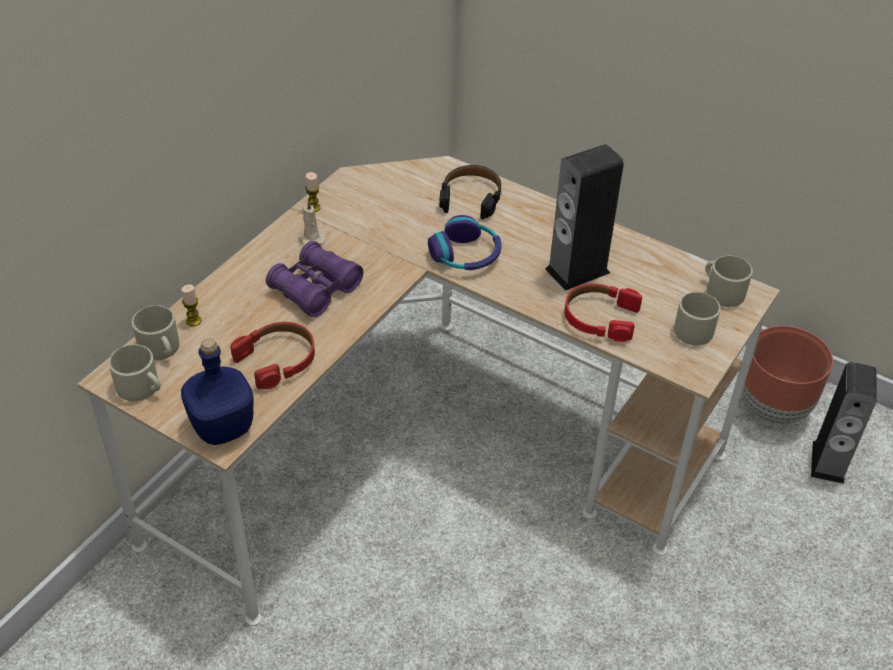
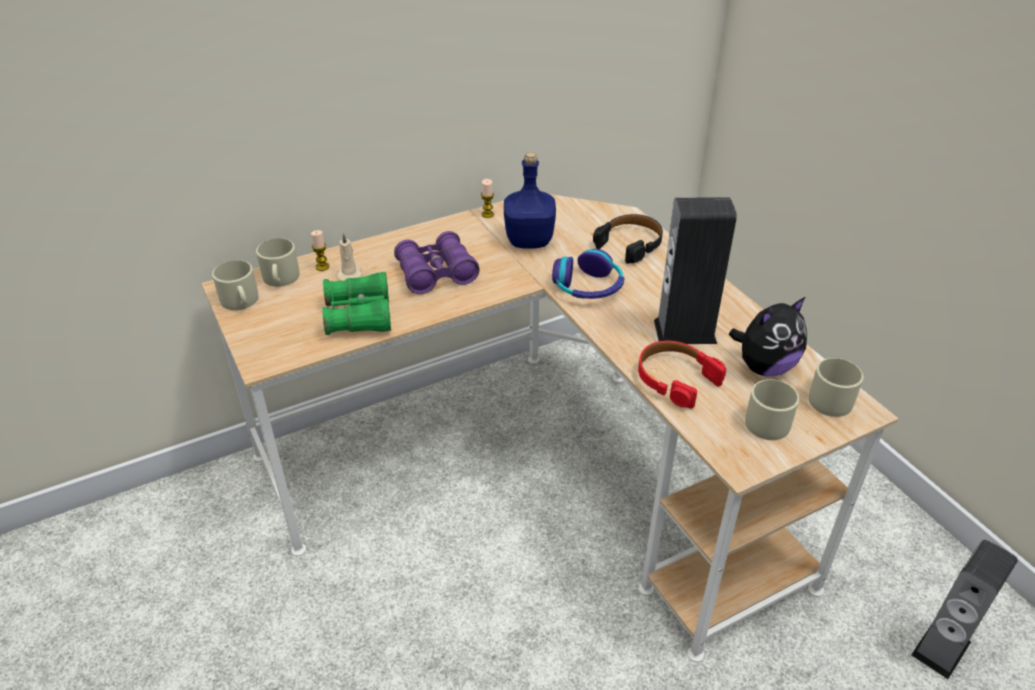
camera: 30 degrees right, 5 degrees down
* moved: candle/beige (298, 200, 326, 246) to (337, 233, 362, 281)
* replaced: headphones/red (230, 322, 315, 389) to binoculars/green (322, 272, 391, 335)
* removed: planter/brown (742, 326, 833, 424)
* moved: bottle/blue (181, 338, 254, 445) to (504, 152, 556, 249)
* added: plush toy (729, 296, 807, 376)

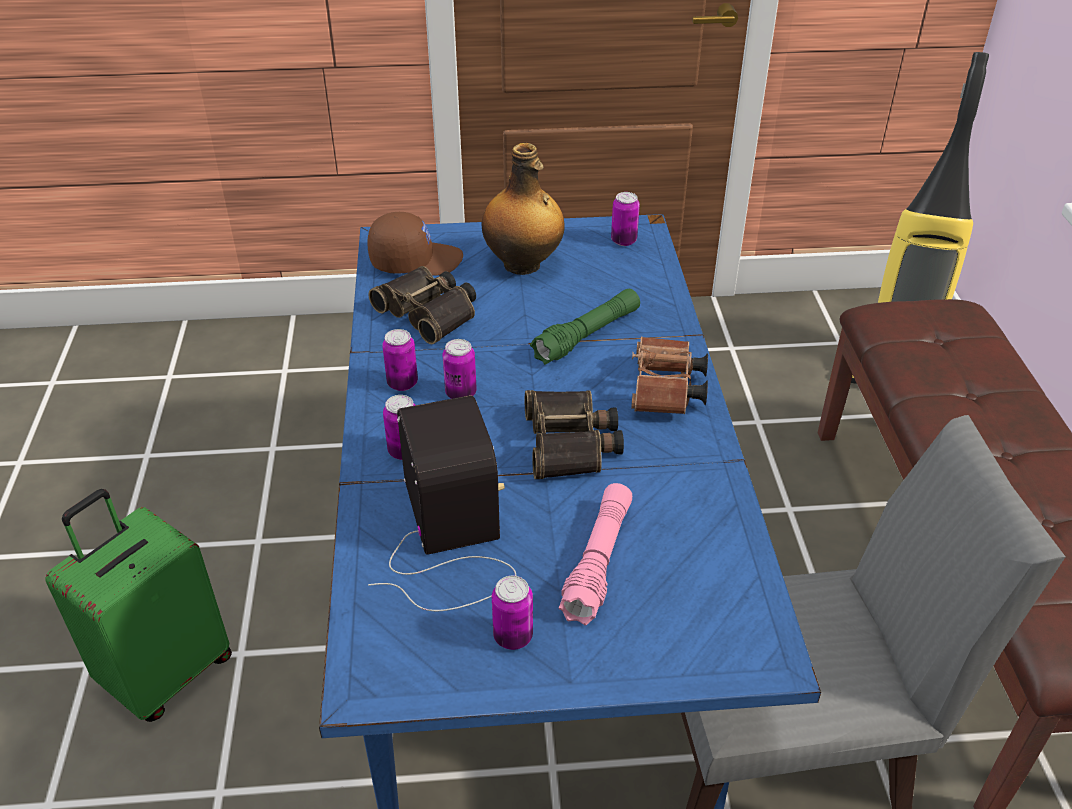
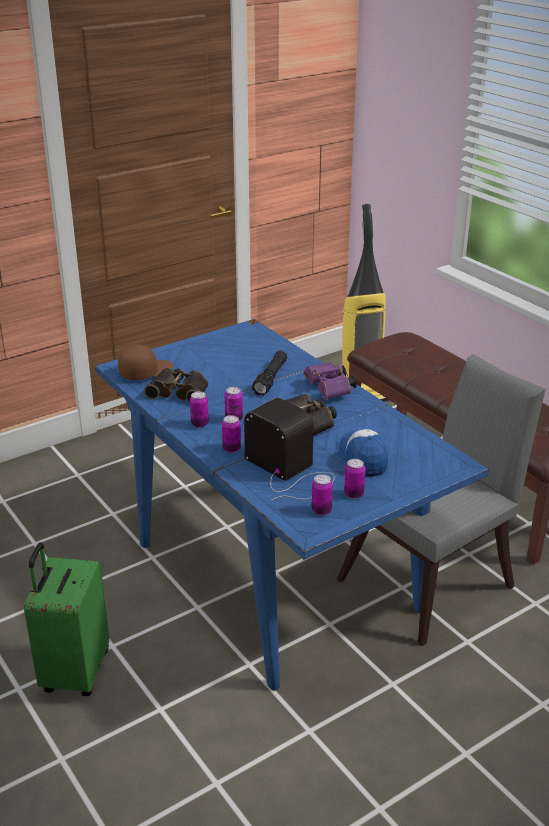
camera: 30 degrees left, 10 degrees down
* removed: bottle (482, 143, 565, 275)
* moved: can (611, 192, 640, 246) to (311, 474, 333, 515)
* recoloured: flashlight/green (530, 289, 640, 365) to flashlight/black (252, 351, 287, 396)
* recoloured: binoculars/brown (631, 336, 708, 414) to binoculars/purple (303, 362, 357, 400)
* replaced: flashlight/pink (559, 483, 632, 625) to cap (339, 429, 388, 477)

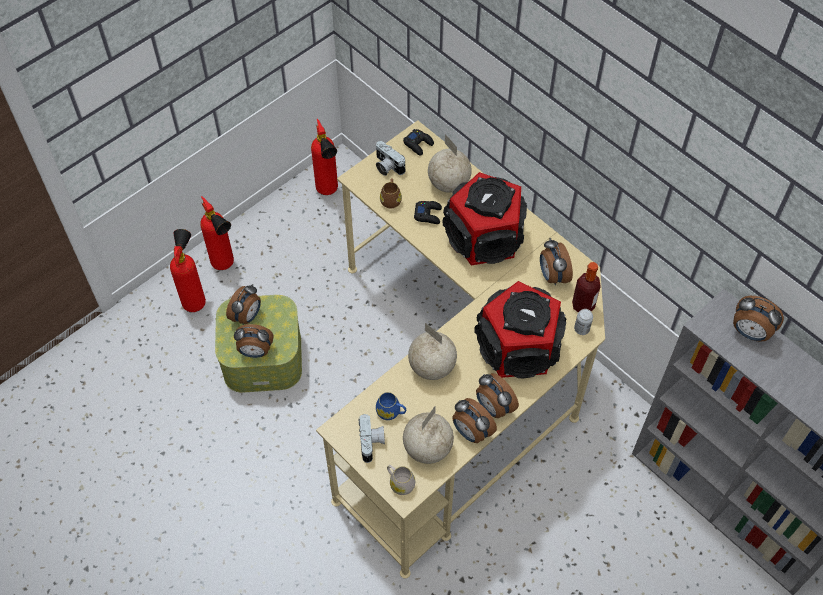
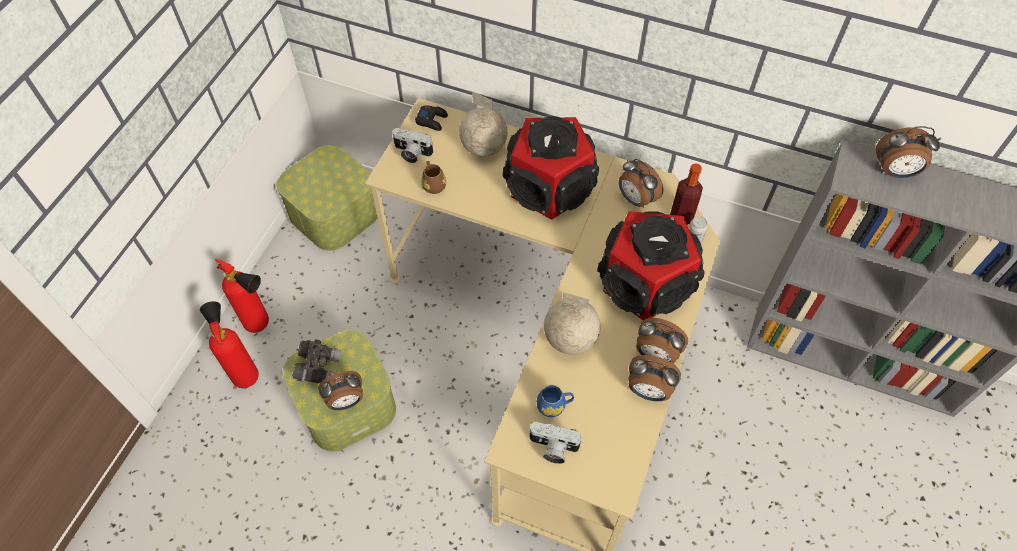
camera: 25 degrees left, 0 degrees up
* replaced: fire extinguisher (311, 119, 338, 195) to storage box (276, 145, 378, 251)
* removed: game controller/black (414, 201, 442, 224)
* replaced: alarm clock (226, 285, 261, 325) to binoculars/grey (292, 339, 341, 383)
* removed: globe (403, 405, 454, 464)
* turned: photo camera (358, 414, 385, 463) = (528, 422, 583, 464) 135 degrees clockwise
* removed: mug/white (387, 465, 415, 495)

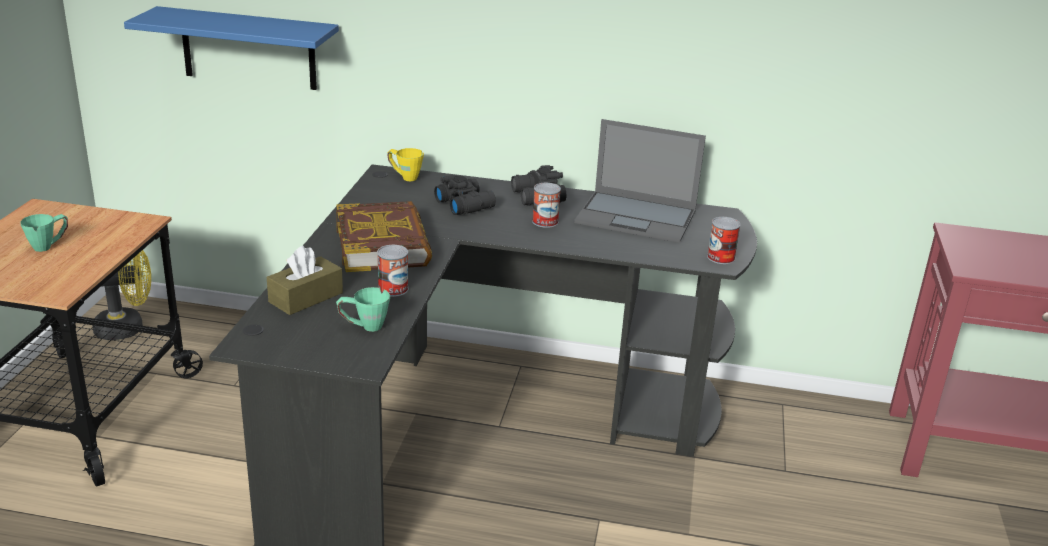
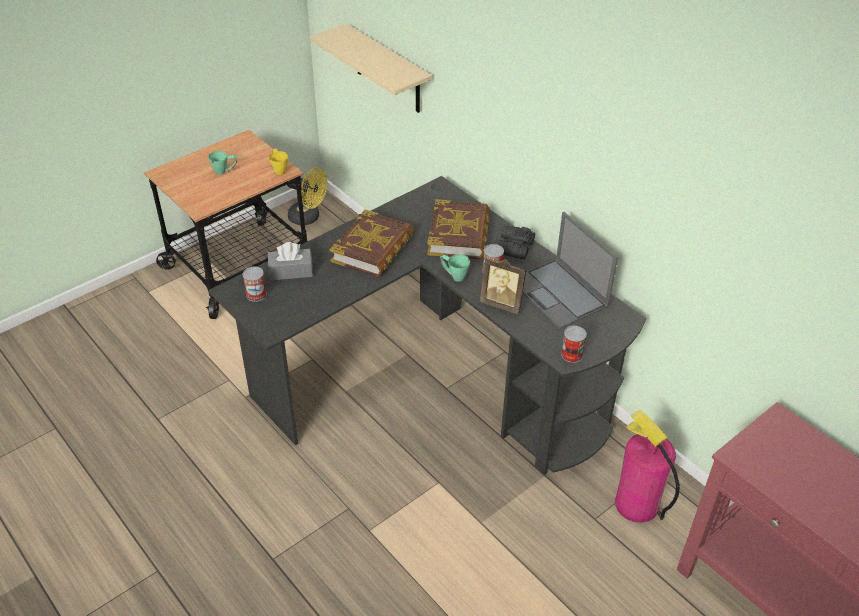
camera: 40 degrees right, 15 degrees up
* recoloured: shelf/blue (124, 6, 339, 90) to shelf/beige (310, 23, 432, 113)
* moved: mug/yellow (387, 148, 424, 181) to (269, 149, 288, 175)
* replaced: binoculars/black (434, 175, 496, 215) to book (427, 199, 490, 259)
* moved: can (377, 245, 409, 297) to (243, 267, 267, 302)
* recoloured: tissue box/brown (267, 246, 343, 315) to tissue box/grey (268, 242, 313, 280)
* moved: mug/green (336, 287, 390, 332) to (440, 254, 470, 282)
* added: picture frame (480, 257, 526, 314)
* added: fire extinguisher (615, 410, 680, 523)

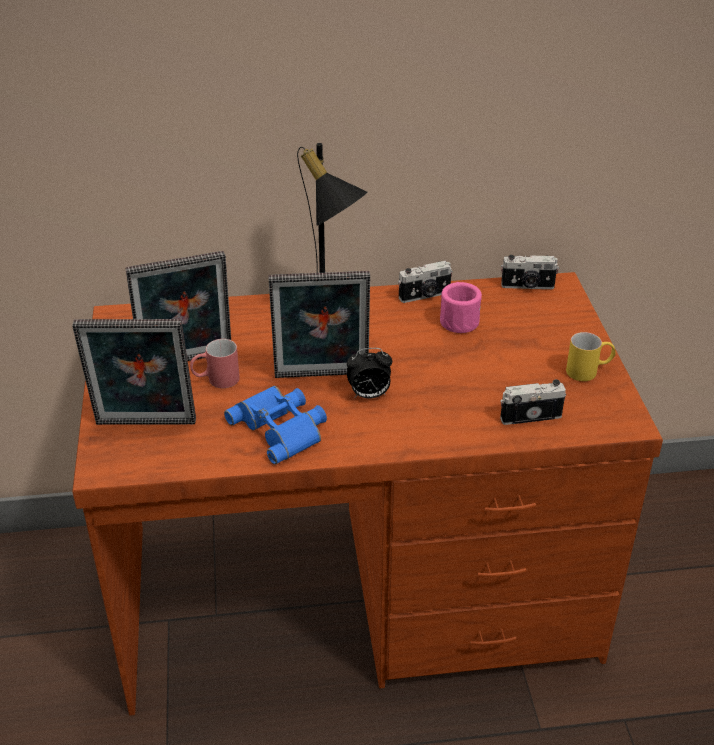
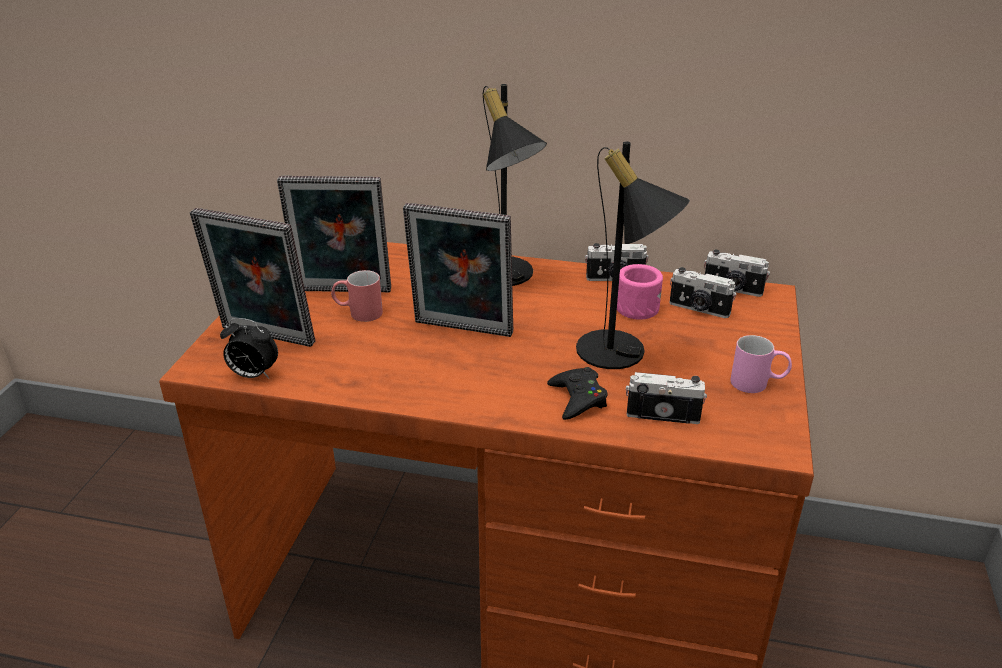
camera: 20 degrees right, 5 degrees down
* recoloured: mug/yellow (566, 332, 616, 381) to mug/pink (730, 335, 792, 393)
* moved: alarm clock (347, 348, 392, 398) to (220, 318, 278, 378)
* removed: binoculars/blue (224, 386, 327, 464)
* added: table lamp/black (576, 141, 690, 369)
* added: photo camera (670, 267, 736, 318)
* added: game controller/black (547, 367, 608, 420)

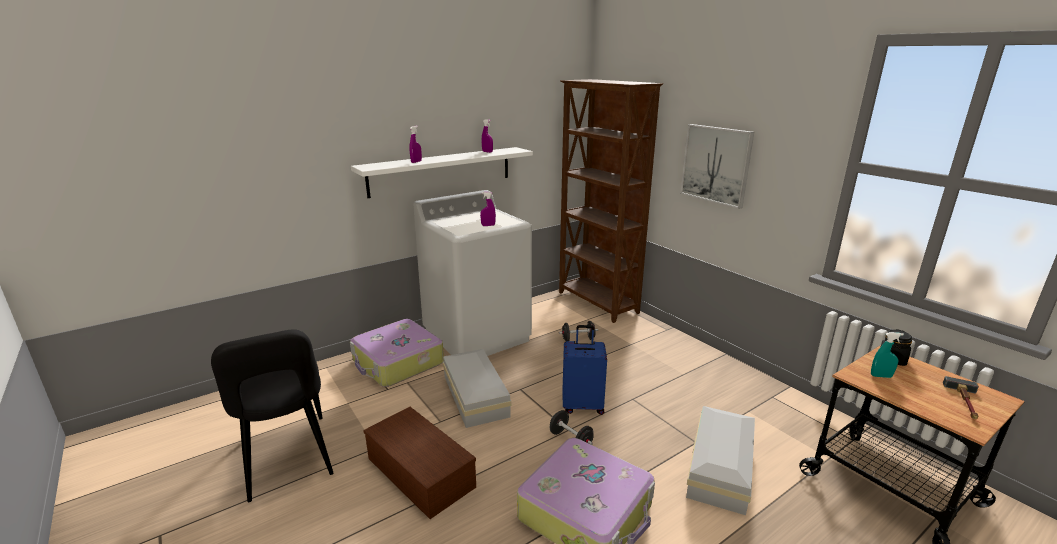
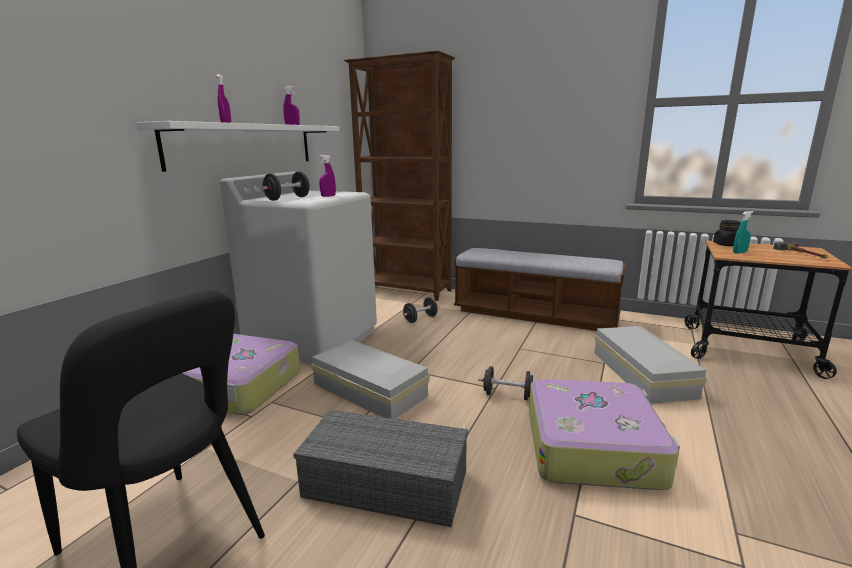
camera: 30 degrees left, 5 degrees down
* removed: picture (680, 124, 754, 209)
* removed: suitcase/blue (563, 325, 607, 415)
* recoloured: storage box/brown (363, 407, 476, 519) to storage box/grey (293, 410, 468, 527)
* added: dumbbell/black (262, 172, 310, 201)
* added: bench (454, 248, 626, 331)

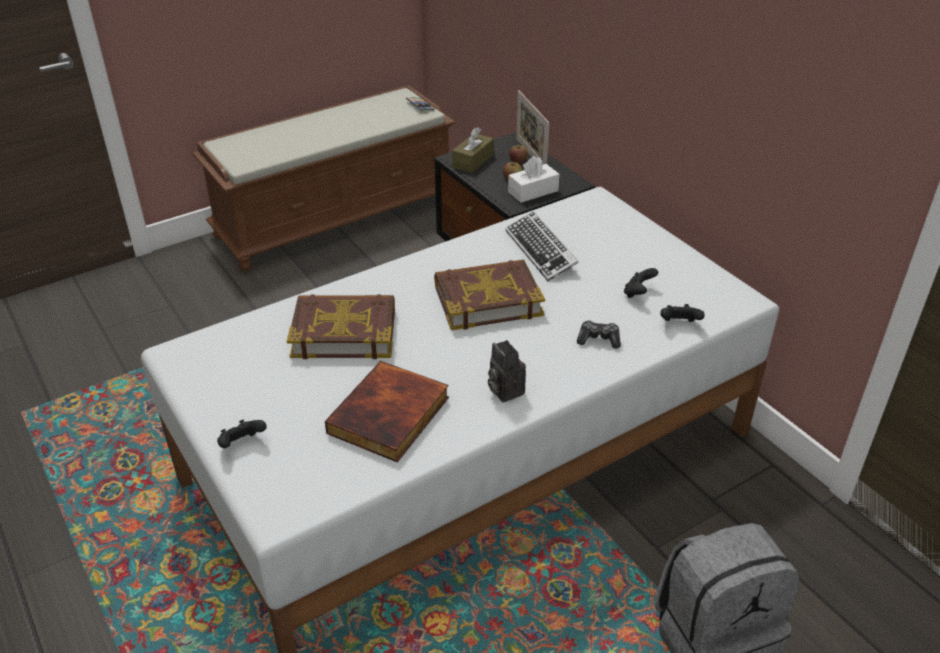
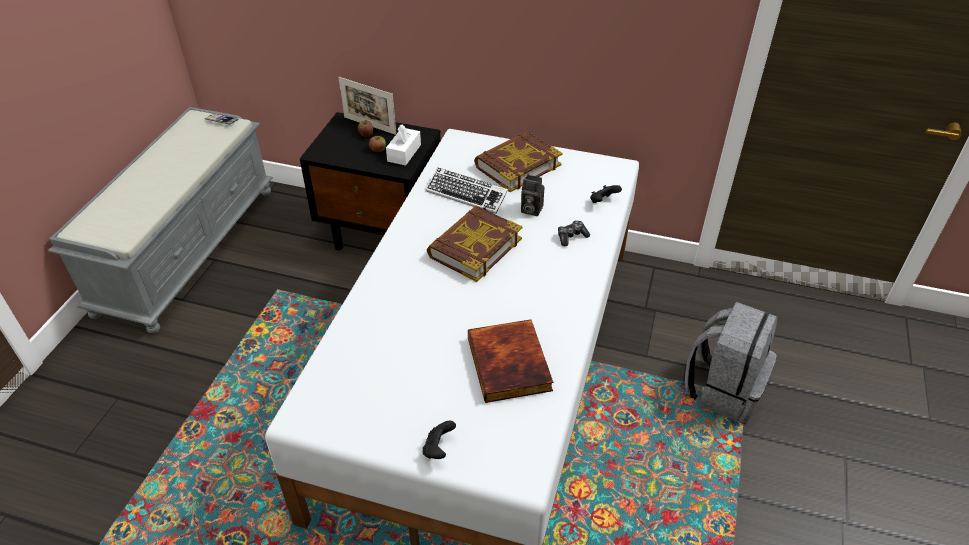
camera: 40 degrees left, 5 degrees up
* recoloured: bench/brown (192, 85, 456, 271) to bench/grey (48, 107, 273, 334)
* removed: tissue box/brown (452, 127, 494, 173)
* removed: game controller/black (624, 268, 658, 298)
* moved: book (287, 294, 395, 359) to (474, 131, 562, 192)
* moved: photo camera (488, 340, 526, 402) to (521, 174, 545, 216)

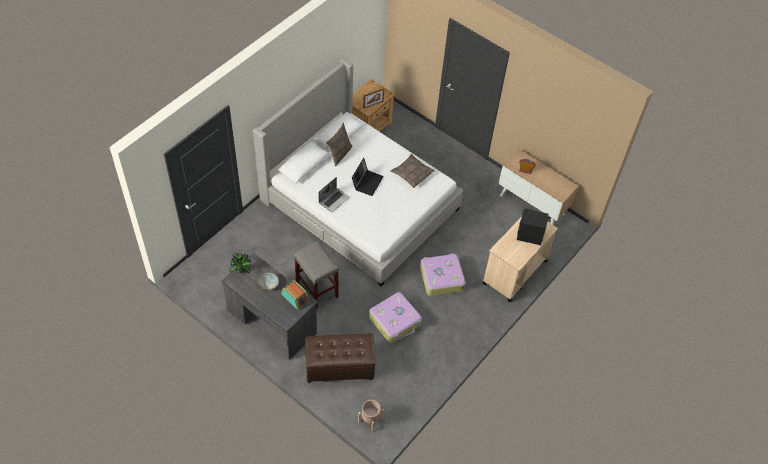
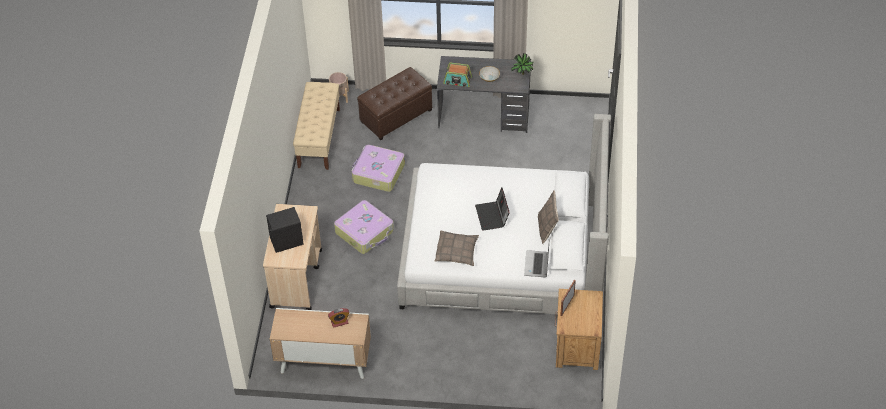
camera: 150 degrees right, 5 degrees down
* moved: laptop (319, 177, 349, 212) to (524, 245, 549, 277)
* removed: stool/grey (294, 241, 339, 309)
* added: bench/beige (293, 82, 340, 170)

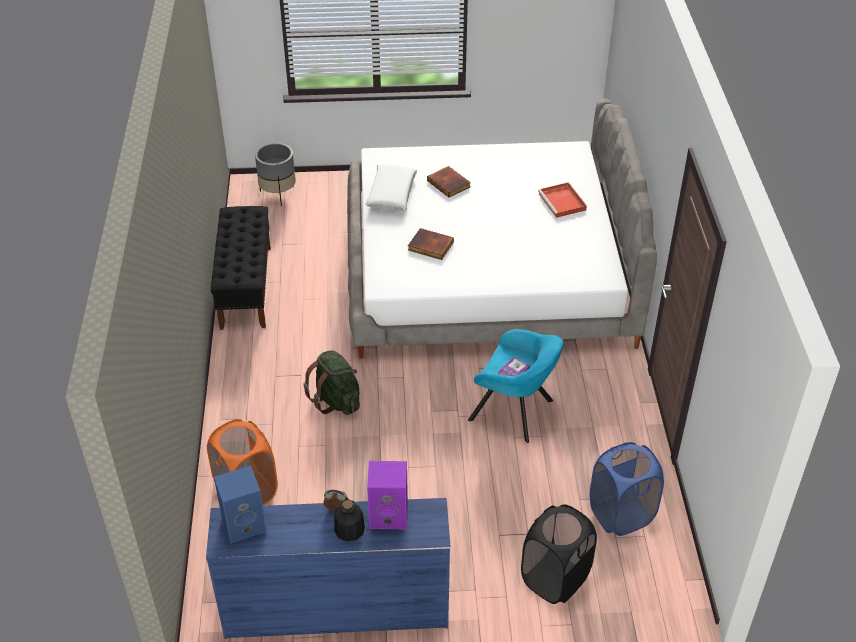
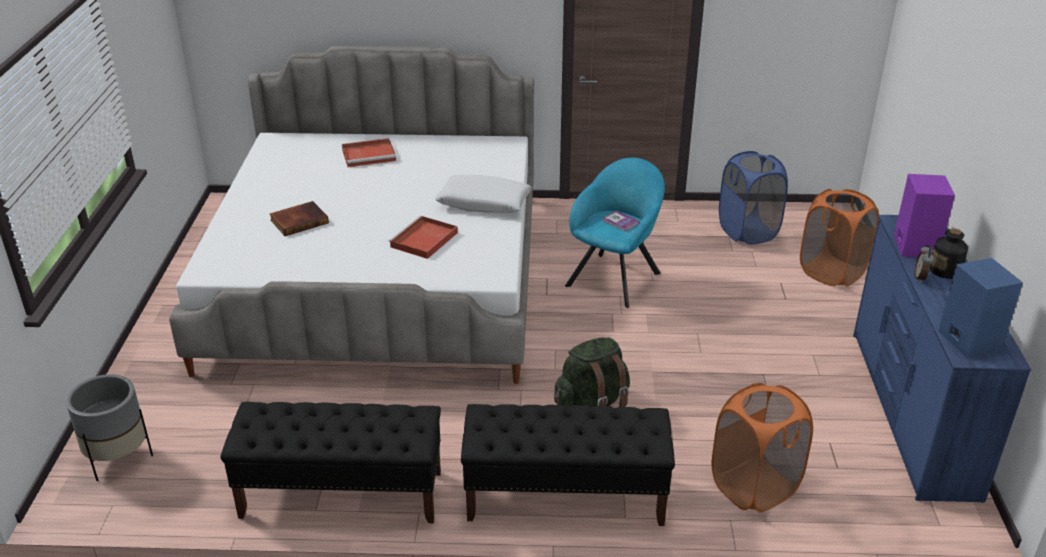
camera: 85 degrees left, 10 degrees down
* moved: pillow/white (365, 164, 417, 211) to (435, 175, 532, 213)
* replaced: book (408, 228, 454, 260) to tray/red (388, 216, 458, 259)
* recoloured: laundry basket/black (521, 504, 597, 604) to laundry basket/orange (800, 189, 879, 287)
* added: bench/black (461, 404, 675, 526)

